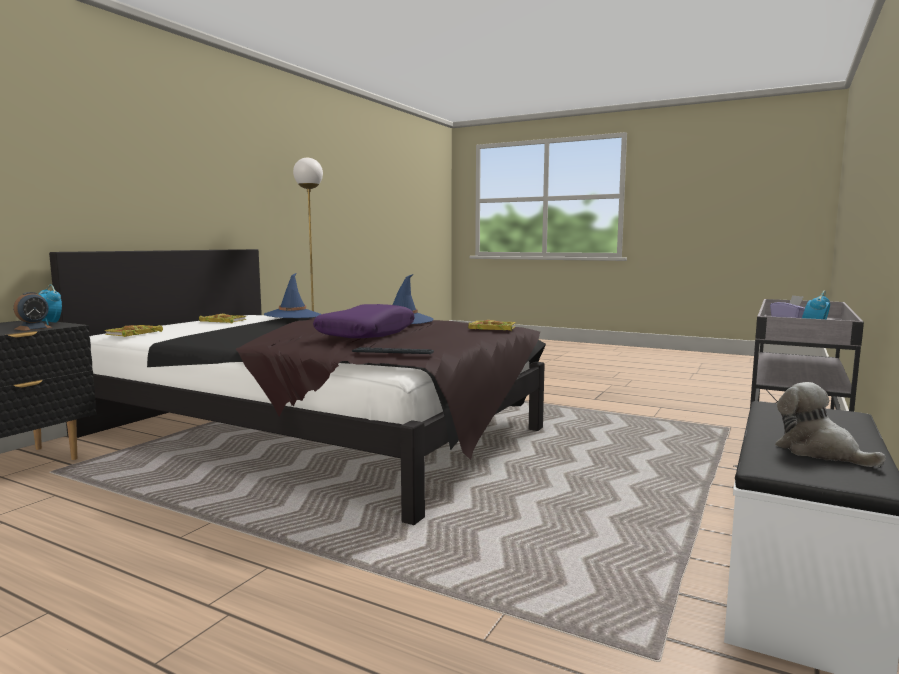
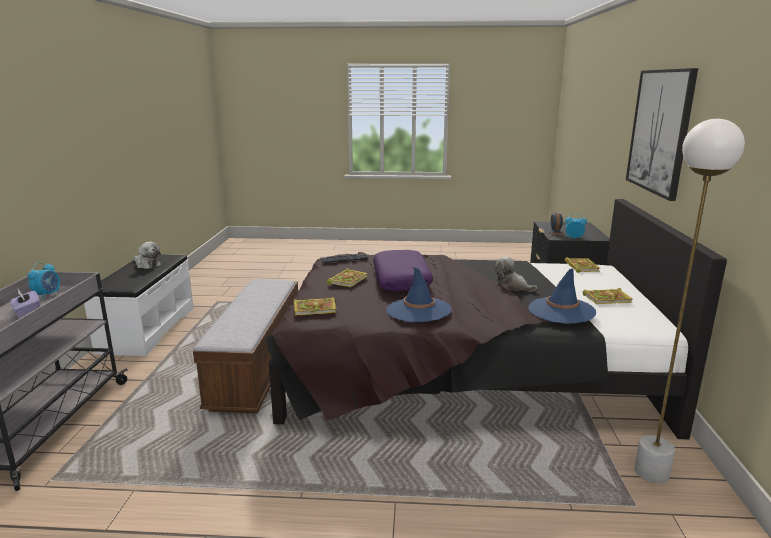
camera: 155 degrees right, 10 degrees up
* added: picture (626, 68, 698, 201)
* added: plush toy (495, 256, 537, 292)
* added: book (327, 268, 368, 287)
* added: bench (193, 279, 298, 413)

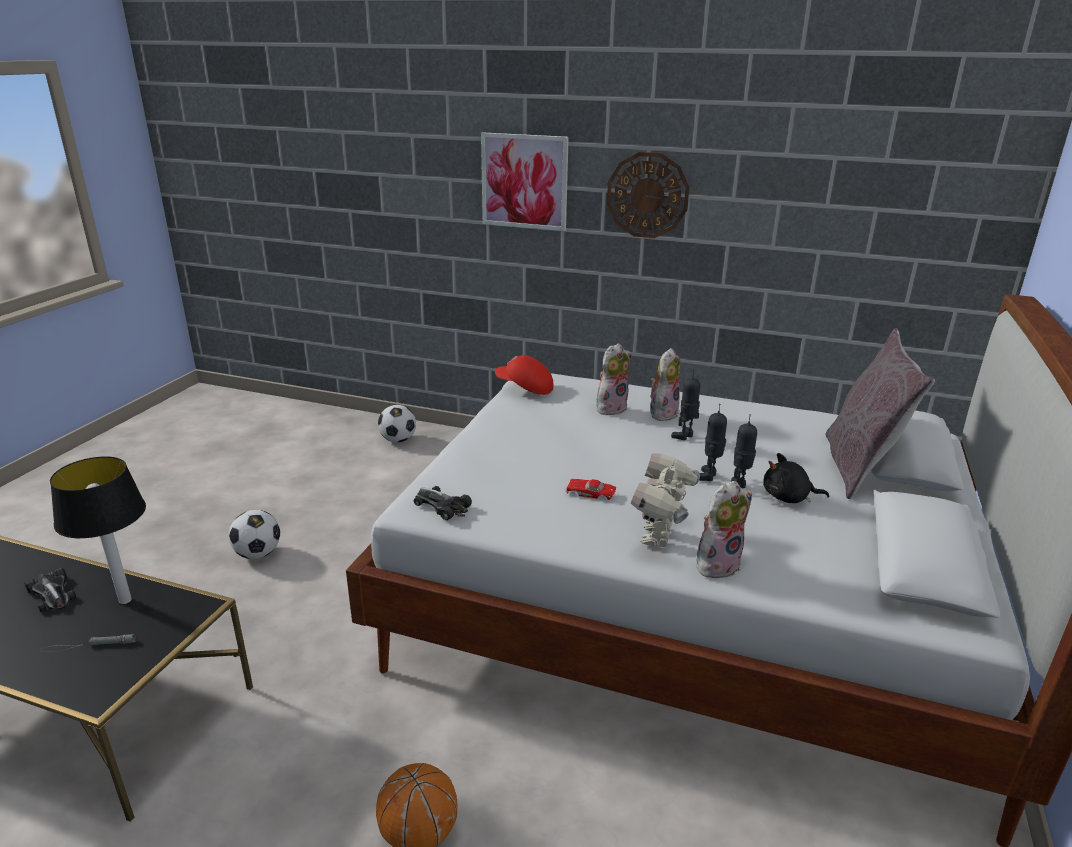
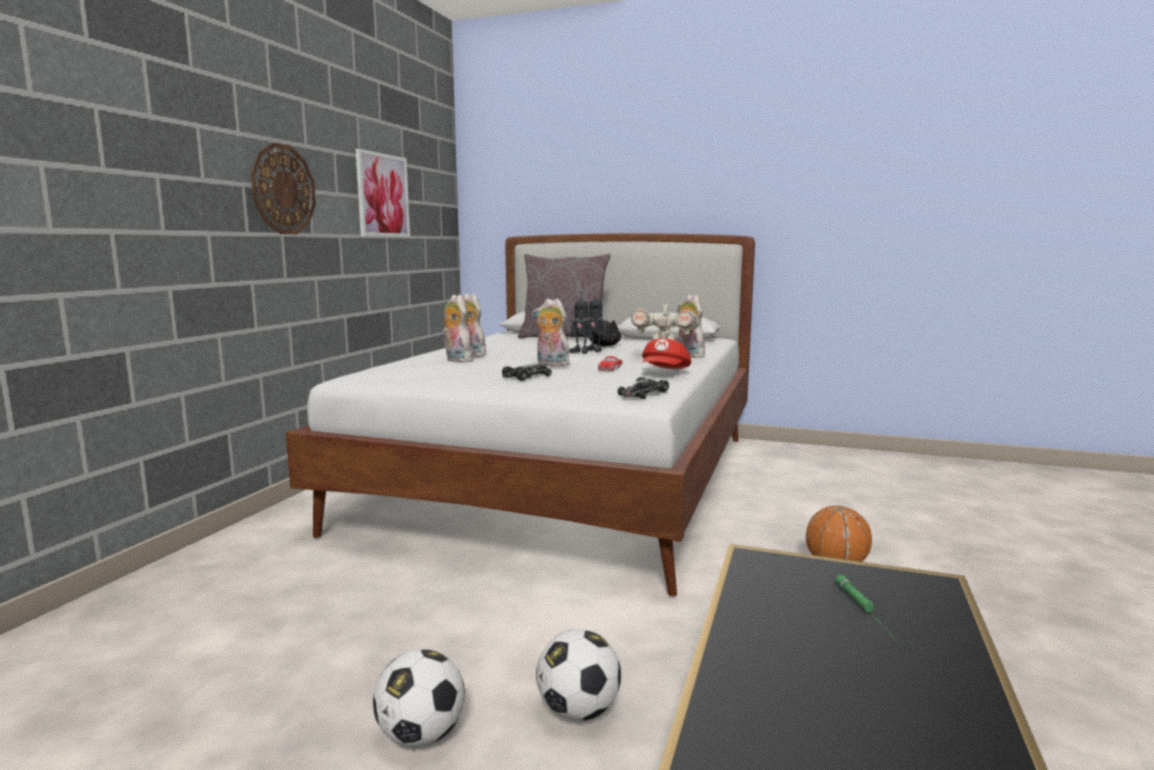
camera: 90 degrees left, 15 degrees down
* moved: picture (481, 132, 569, 231) to (355, 149, 410, 237)
* moved: cap/red (495, 355, 553, 395) to (642, 338, 691, 369)
* removed: toy robot (671, 369, 700, 440)
* moved: football (378, 405, 416, 442) to (536, 629, 621, 721)
* removed: table lamp (50, 456, 146, 604)
* moved: toy car (24, 568, 76, 612) to (502, 364, 552, 381)
* recoloured: flashlight/grey (41, 634, 136, 652) to flashlight/green (835, 575, 914, 649)
* added: plush toy (532, 299, 570, 366)

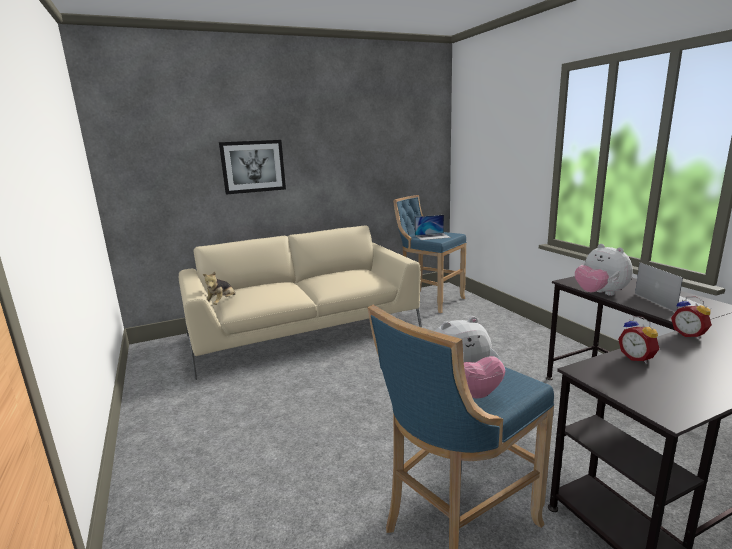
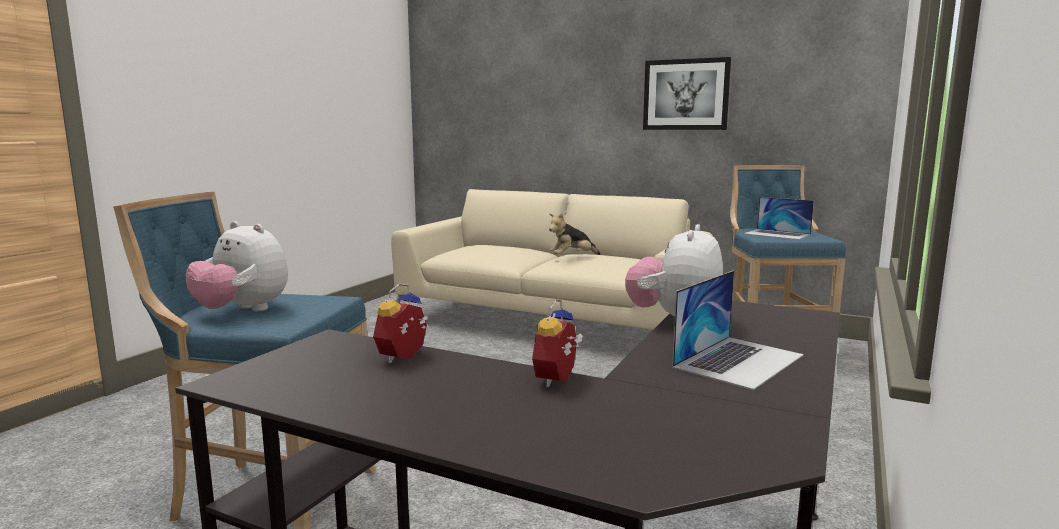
camera: 50 degrees right, 5 degrees down
* moved: picture (219, 140, 286, 195) to (643, 57, 731, 130)
* moved: plush toy (203, 272, 235, 305) to (549, 213, 600, 255)

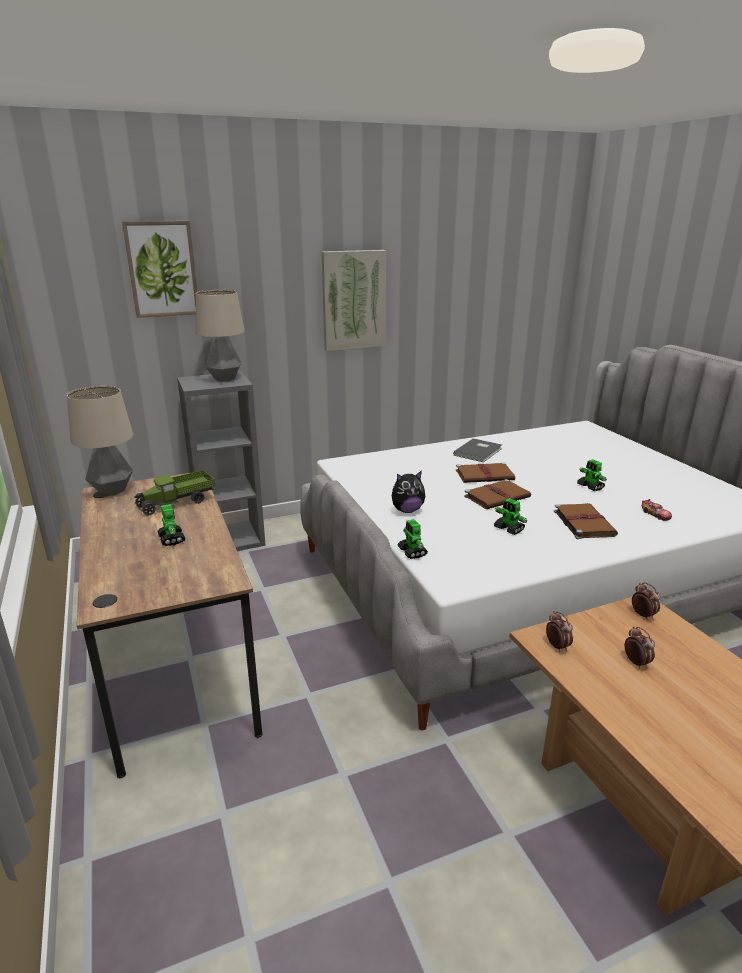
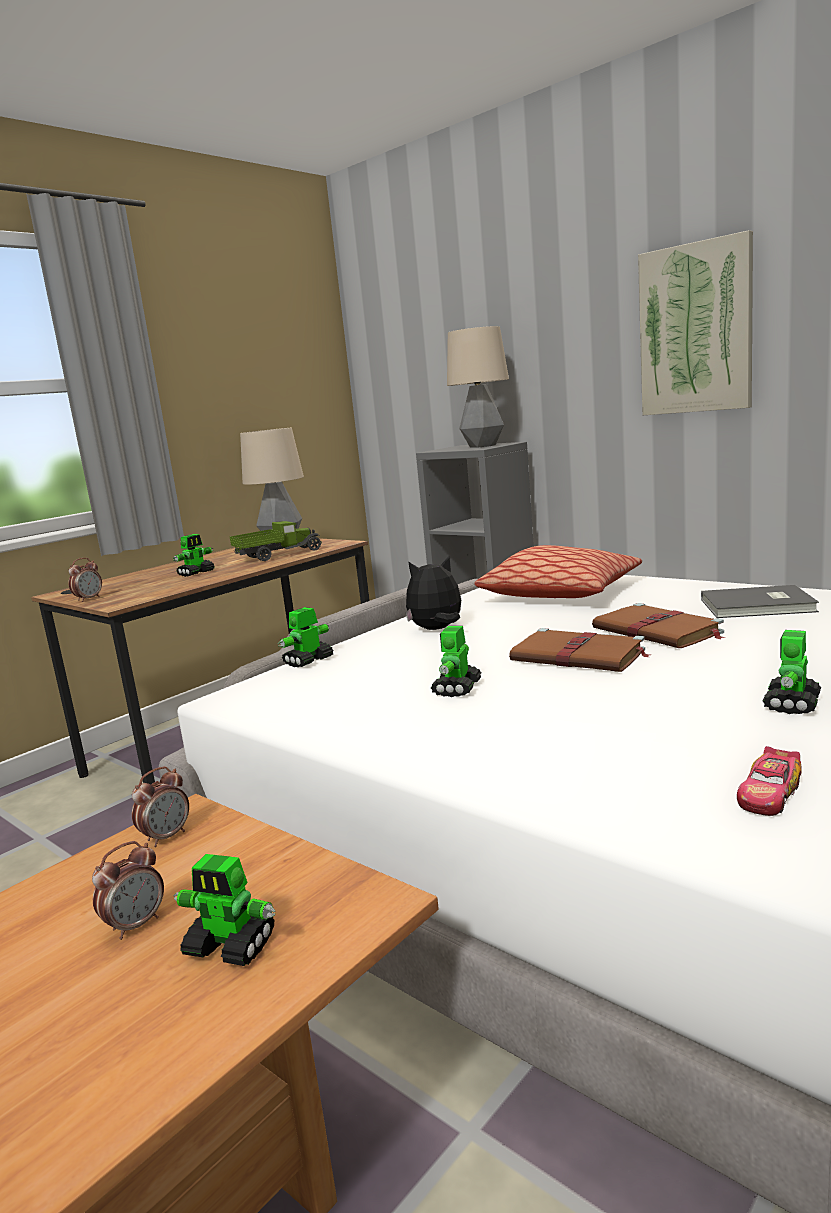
camera: 65 degrees right, 10 degrees down
* removed: picture (122, 221, 198, 318)
* turned: toy truck (134, 470, 215, 516) = (230, 521, 322, 561) 120 degrees clockwise
* turned: plush toy (392, 471, 425, 513) = (406, 556, 461, 630) 120 degrees clockwise
* removed: book/brown (554, 503, 618, 539)
* moved: alarm clock (632, 582, 660, 620) to (68, 558, 102, 602)
* added: pillow (474, 545, 642, 598)
* added: toy robot (173, 854, 276, 966)

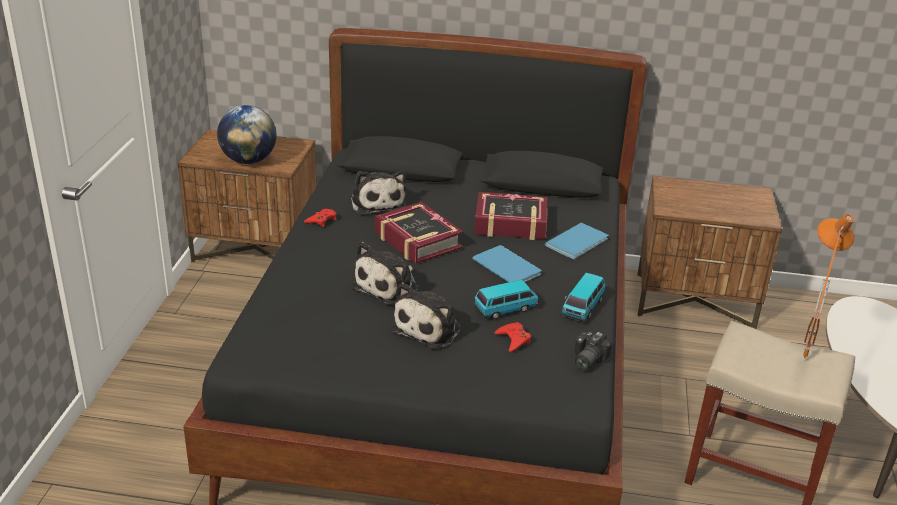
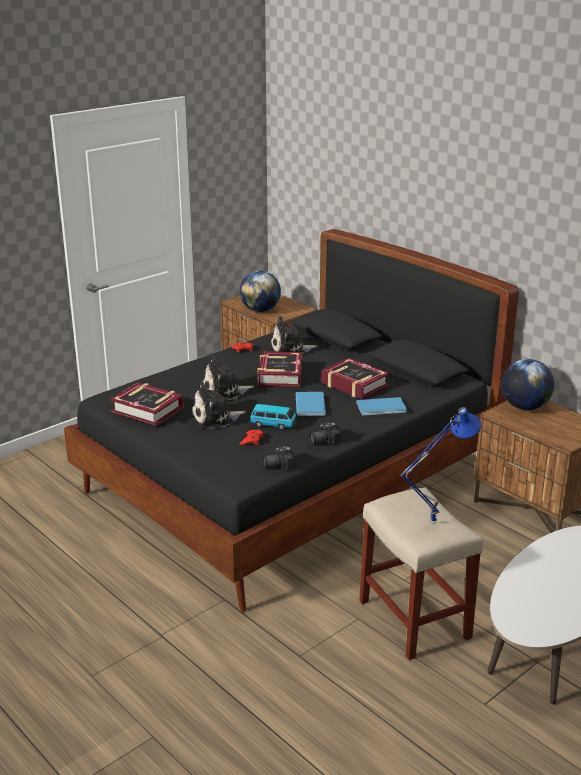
camera: 40 degrees right, 5 degrees down
* turned: plush toy (350, 170, 406, 215) = (271, 316, 318, 356) 60 degrees clockwise
* recoloured: table lamp/orange (803, 213, 854, 360) to table lamp/blue (400, 407, 481, 524)
* replaced: toy car (561, 273, 606, 322) to photo camera (310, 422, 341, 444)
* added: globe (502, 359, 554, 410)
* added: book (110, 382, 183, 426)

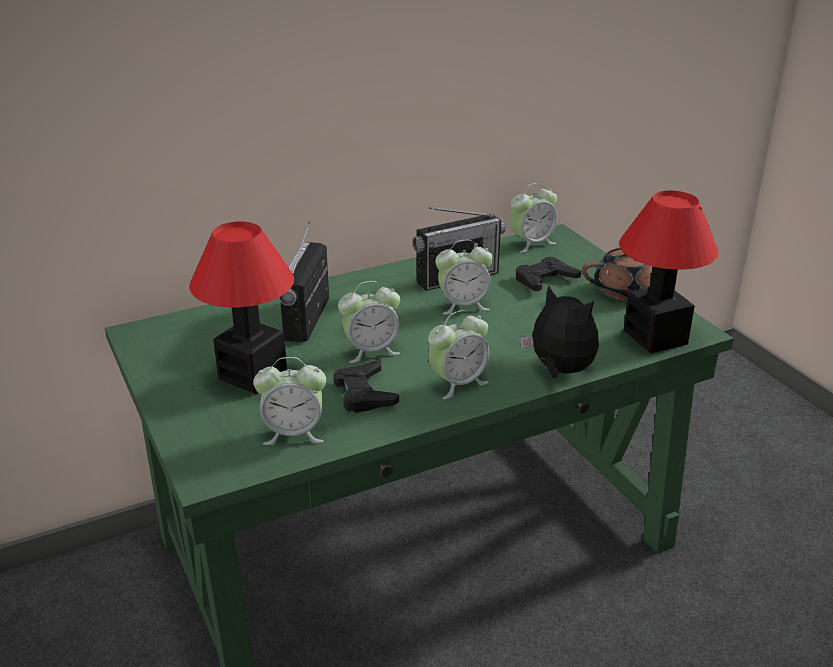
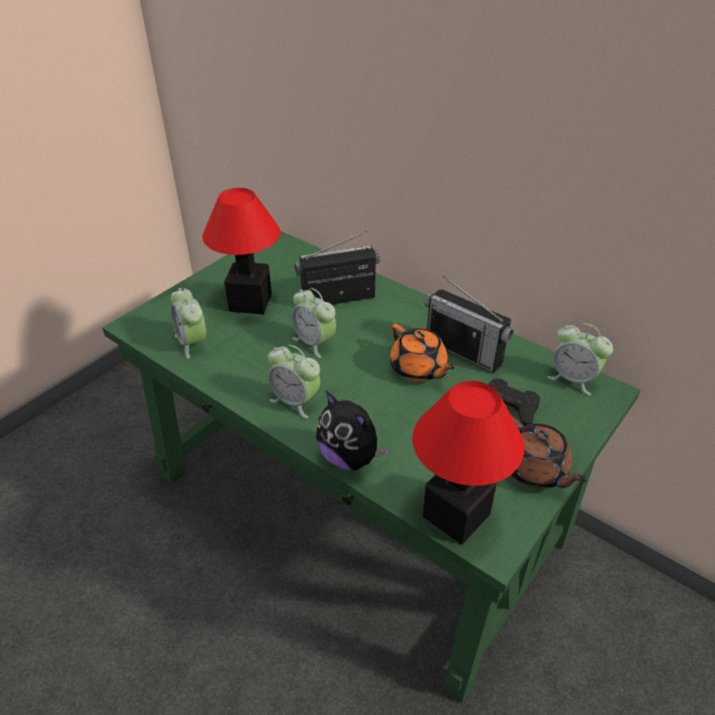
camera: 65 degrees right, 10 degrees up
* replaced: alarm clock (435, 240, 493, 315) to teapot/orange (390, 324, 454, 382)
* turned: plush toy (520, 285, 599, 378) = (316, 391, 389, 471) 120 degrees clockwise
* removed: game controller/black (333, 360, 399, 413)

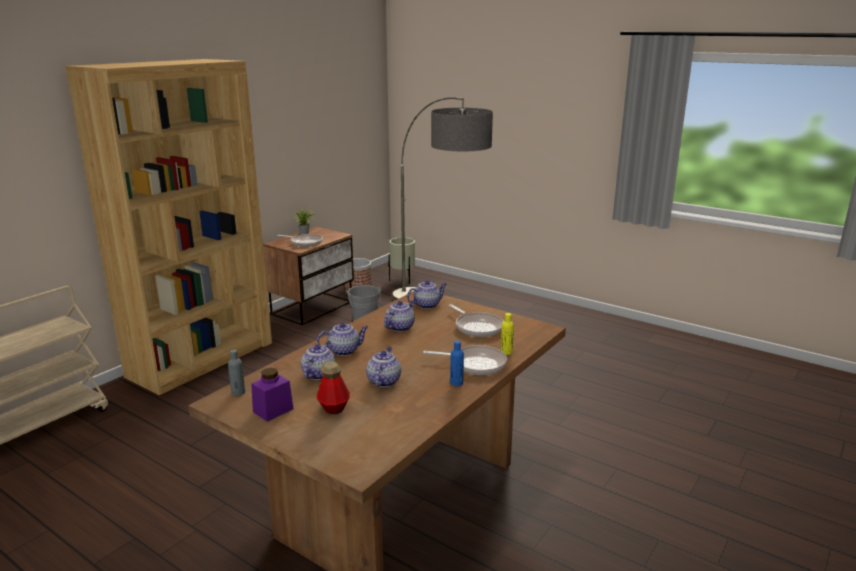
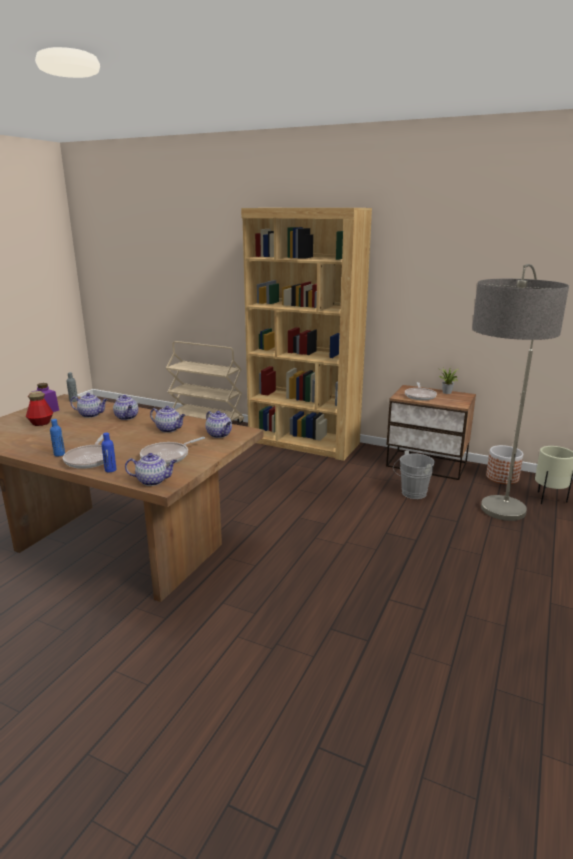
camera: 80 degrees right, 0 degrees up
* recoloured: bottle/yellow (501, 313, 514, 355) to bottle/blue (101, 433, 116, 472)
* moved: teapot (366, 347, 401, 387) to (125, 453, 177, 486)

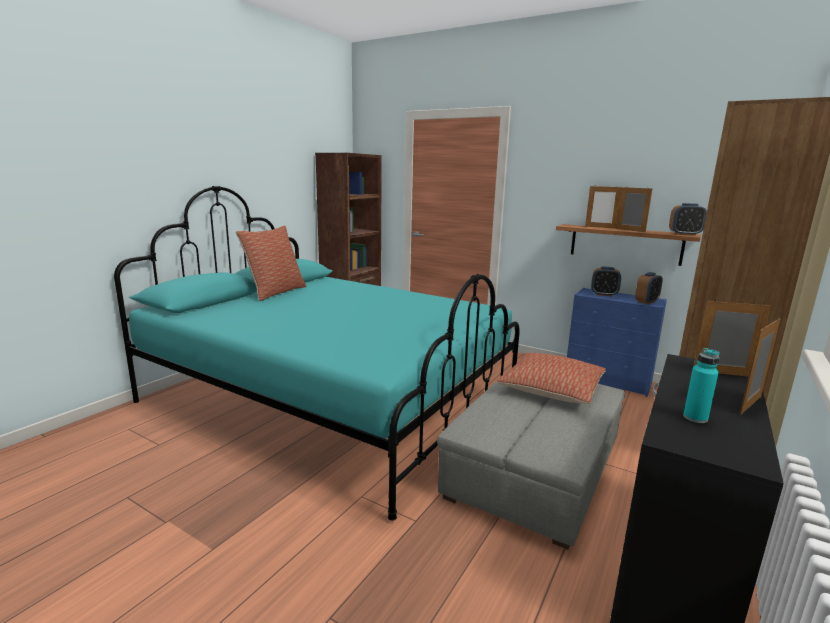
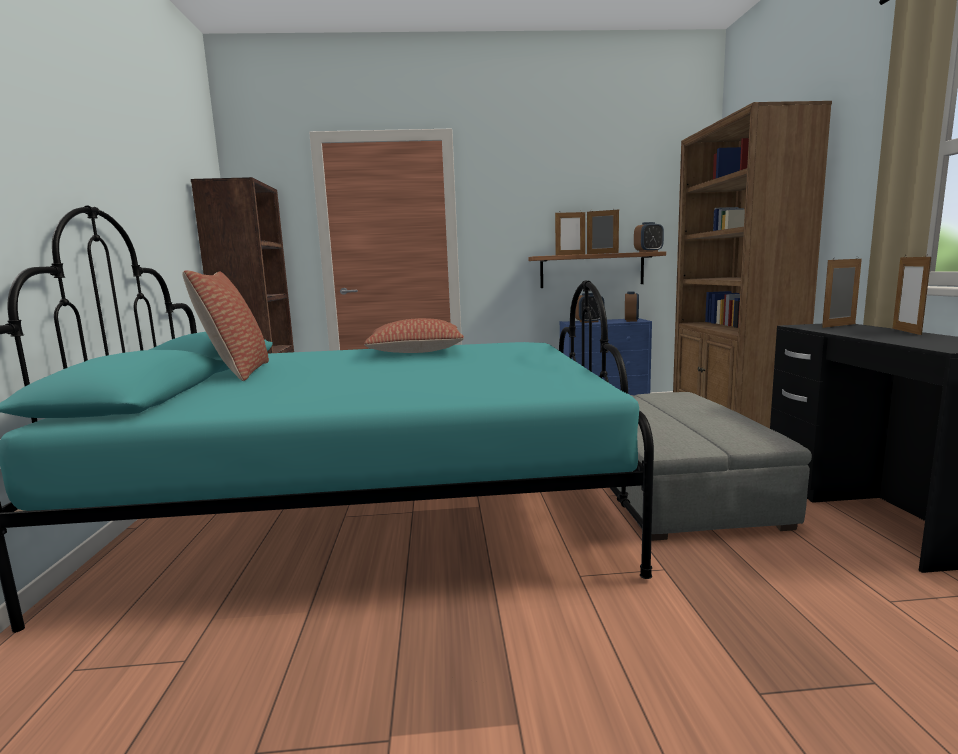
camera: 35 degrees left, 5 degrees down
* removed: bottle/turquoise (683, 348, 720, 423)
* moved: pillow (497, 353, 606, 404) to (364, 318, 464, 353)

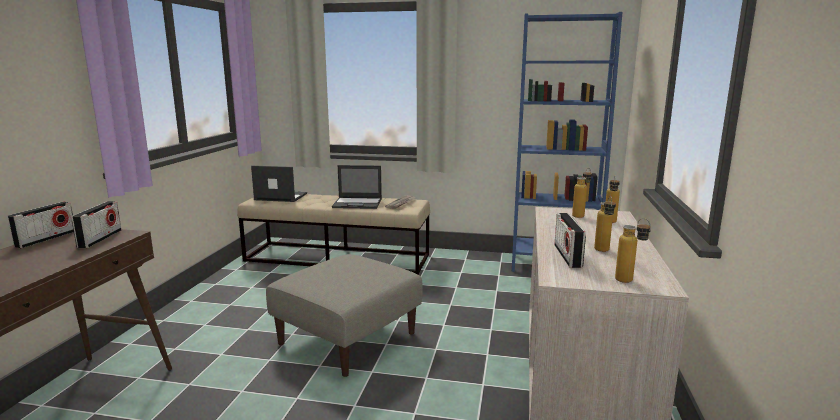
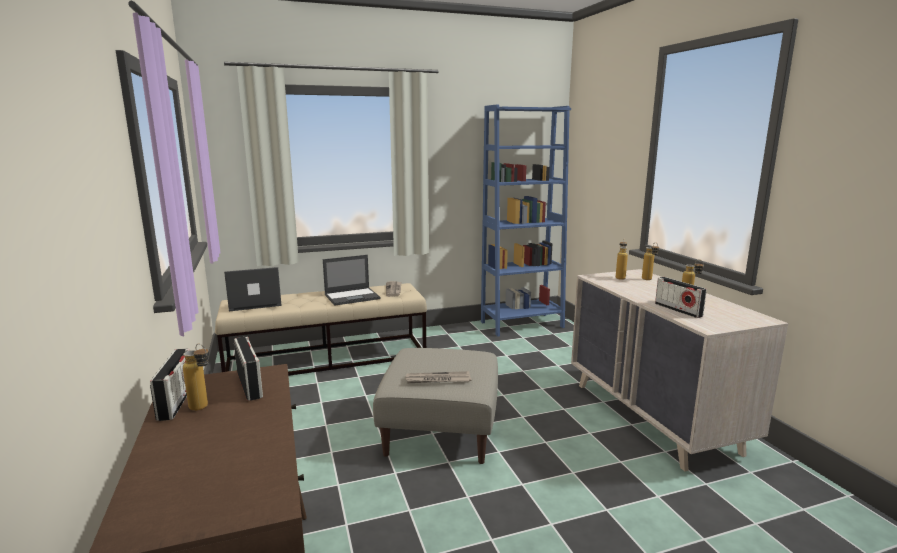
camera: 30 degrees left, 0 degrees up
* moved: bottle (615, 218, 651, 283) to (183, 343, 209, 411)
* added: newspaper (405, 371, 472, 383)

